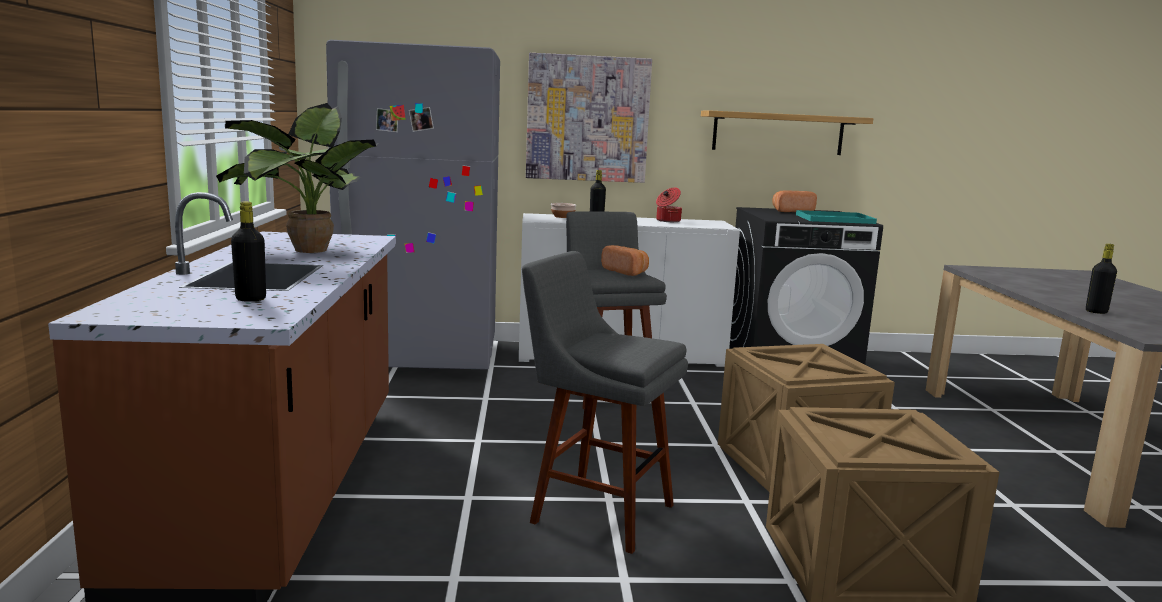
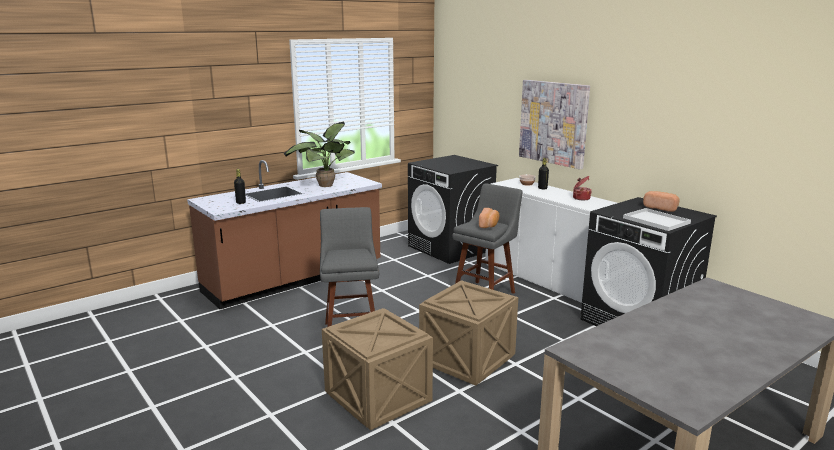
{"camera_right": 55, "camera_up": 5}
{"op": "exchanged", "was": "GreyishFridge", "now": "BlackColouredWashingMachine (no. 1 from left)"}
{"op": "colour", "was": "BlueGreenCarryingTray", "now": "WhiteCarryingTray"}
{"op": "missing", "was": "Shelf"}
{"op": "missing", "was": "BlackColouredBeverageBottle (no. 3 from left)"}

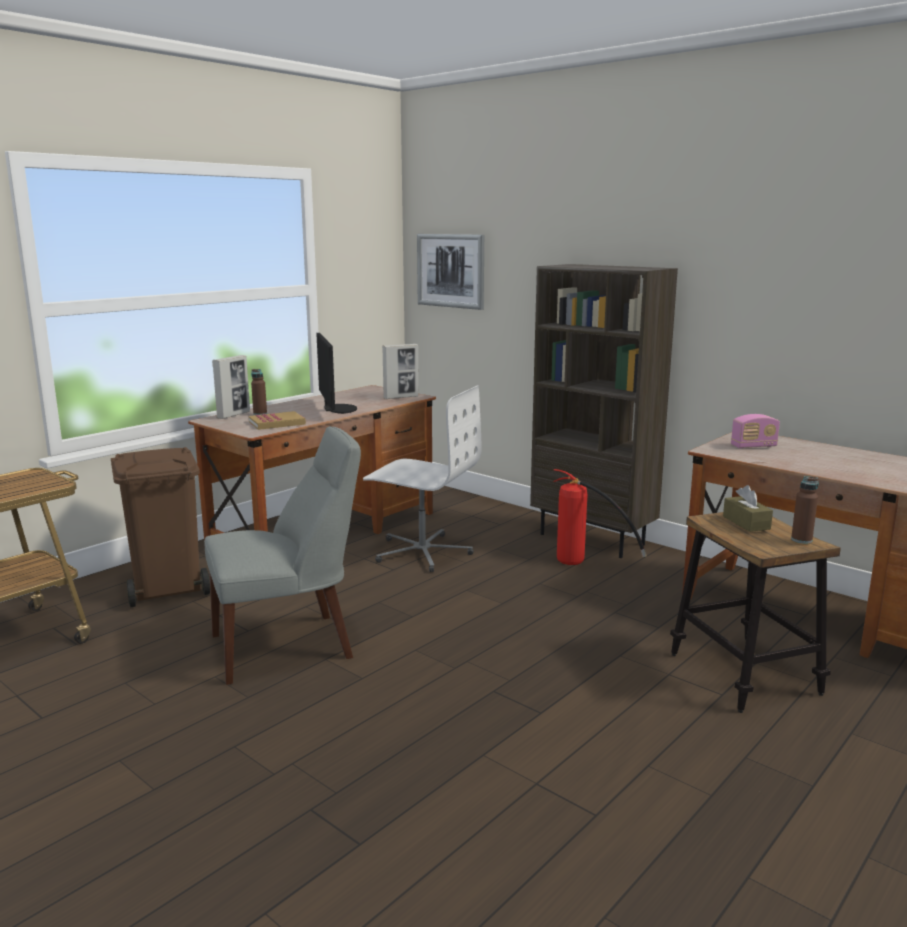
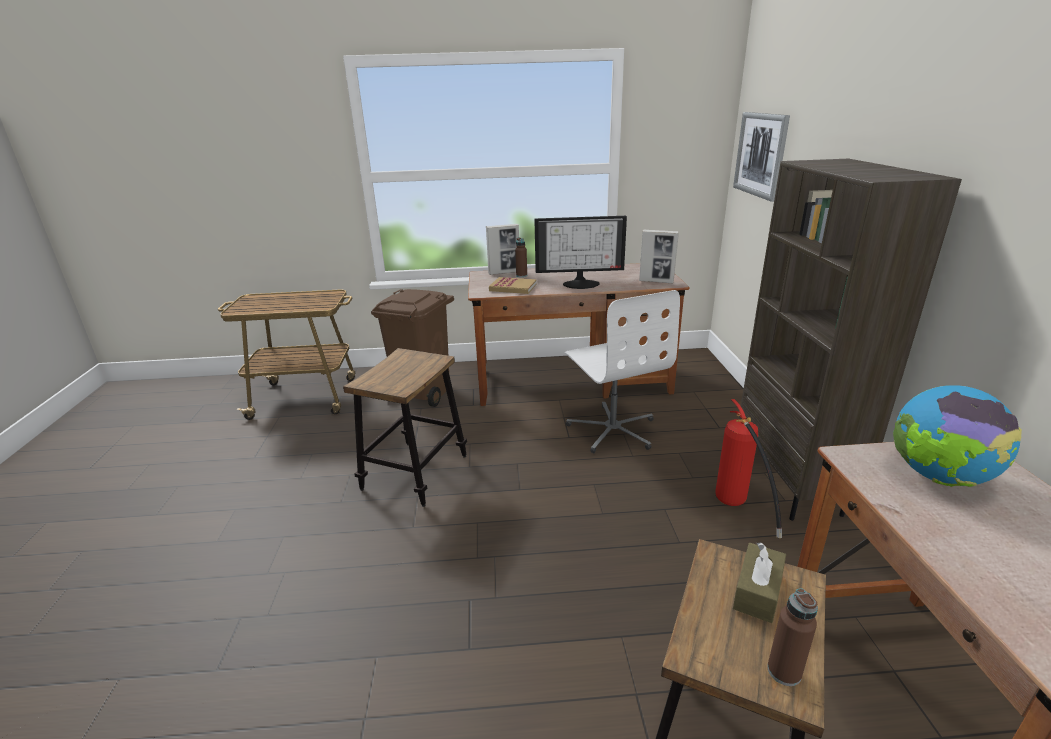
{"camera_right": 45, "camera_up": 10}
{"op": "exchanged", "was": "GreyishUprightChair", "now": "SittingStool (no. 1 from left)"}
{"op": "spun", "was": "ComputerScreen", "clockwise": 60}
{"op": "exchanged", "was": "RadioSet", "now": "WorldGlobe"}

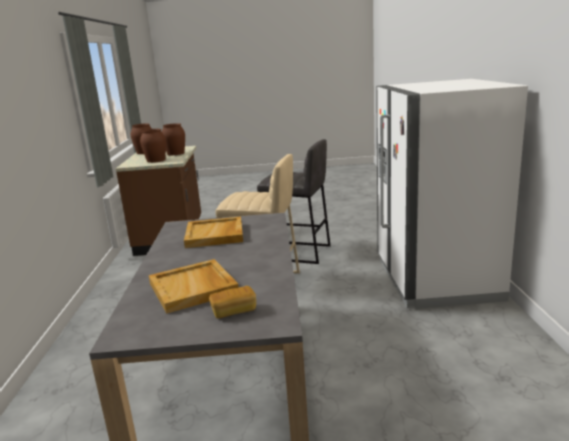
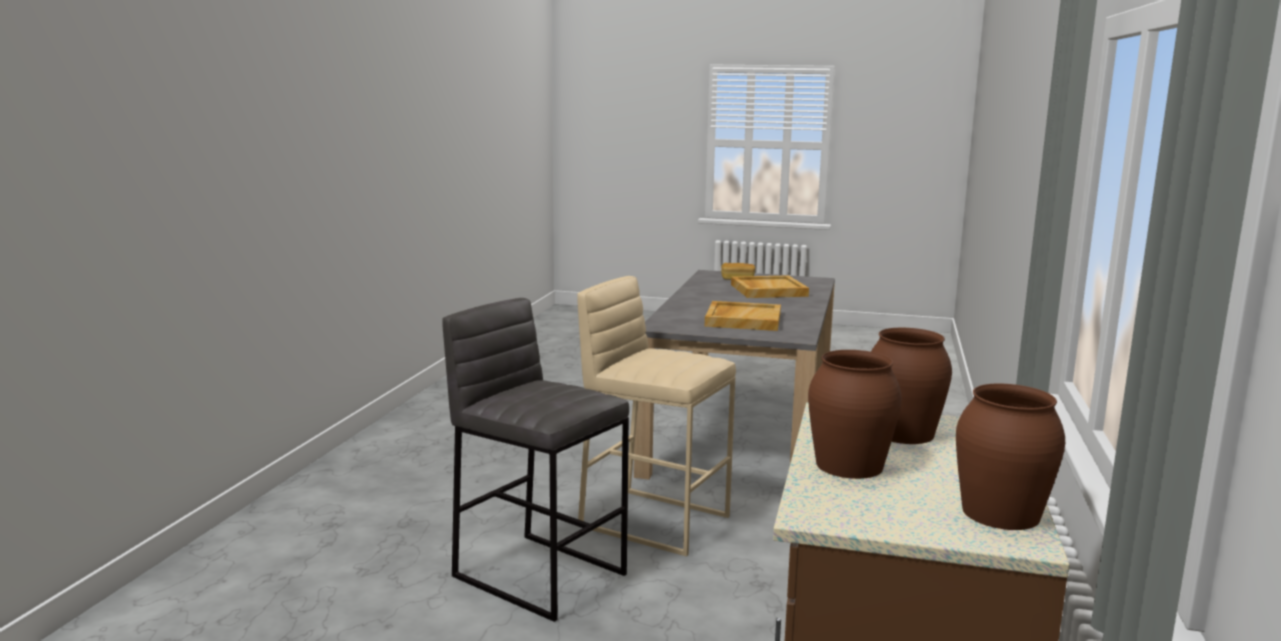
{"camera_right": -165, "camera_up": -5}
{"op": "missing", "was": "WhiteFridge"}

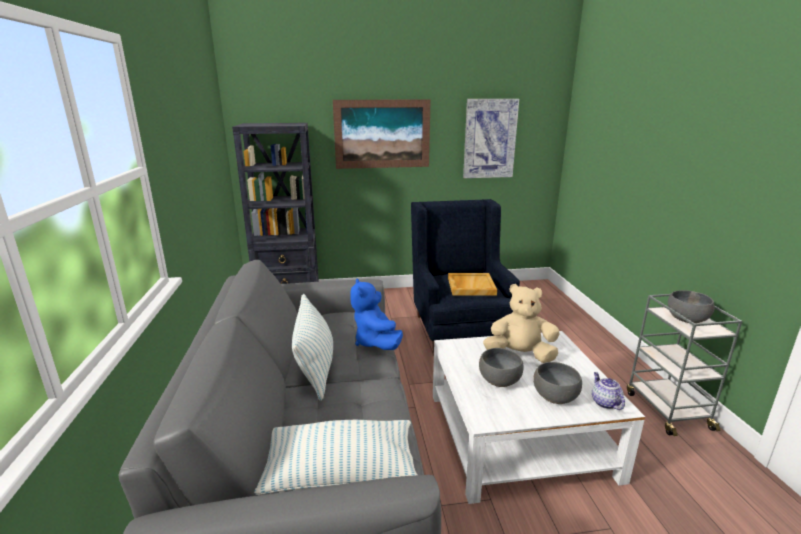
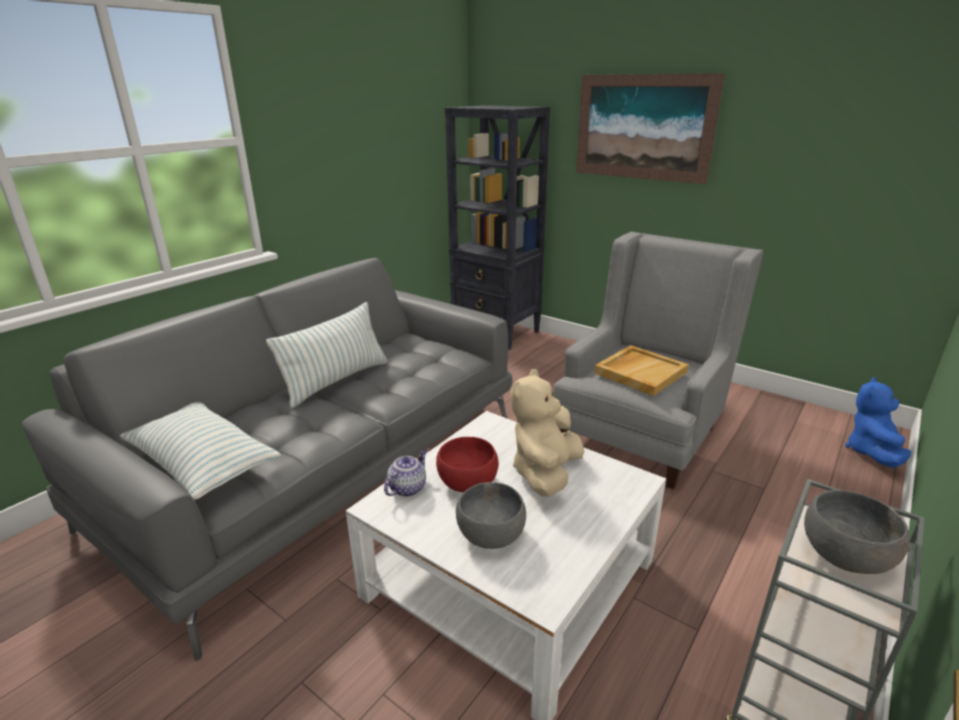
{"camera_right": 45, "camera_up": 5}
{"op": "relocated", "was": "TeaPot"}
{"op": "colour", "was": "GreyishDeepDish (no. 1 from left)", "now": "ReddishDeepDish"}
{"op": "spun", "was": "SandColouredCuddlyToy", "clockwise": -120}
{"op": "colour", "was": "BluishArmchair", "now": "GreyishArmchair"}
{"op": "relocated", "was": "BluishCuddlyToy"}
{"op": "missing", "was": "WallPicture (no. 2 from left)"}

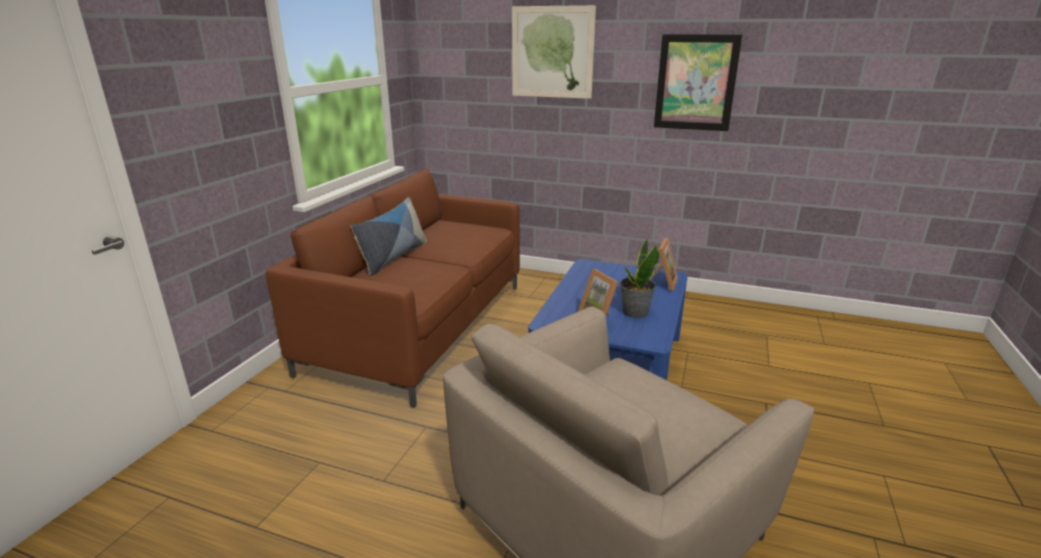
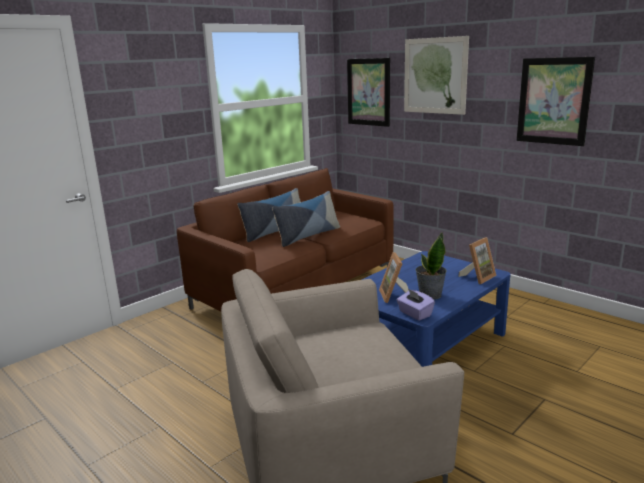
{"camera_right": 25, "camera_up": -5}
{"op": "appeared", "now": "Cushion (no. 2 from left)"}
{"op": "appeared", "now": "WallPicture (no. 1 from left)"}
{"op": "appeared", "now": "PurpleColouredTissueBox"}

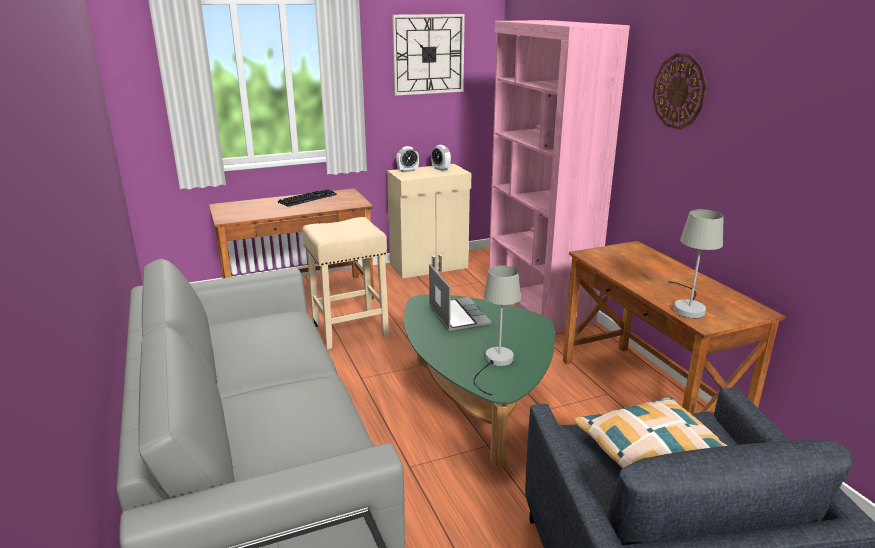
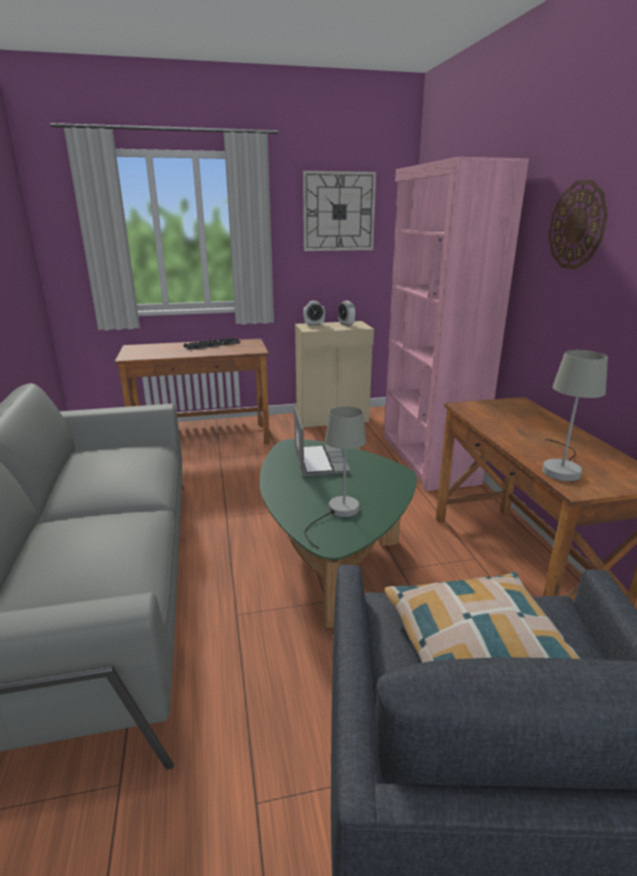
{"camera_right": 10, "camera_up": 0}
{"op": "missing", "was": "SandColouredSittingStool"}

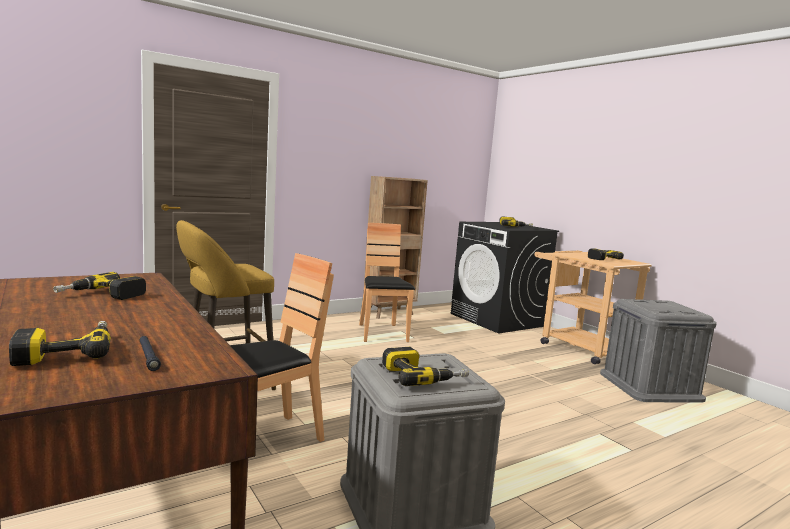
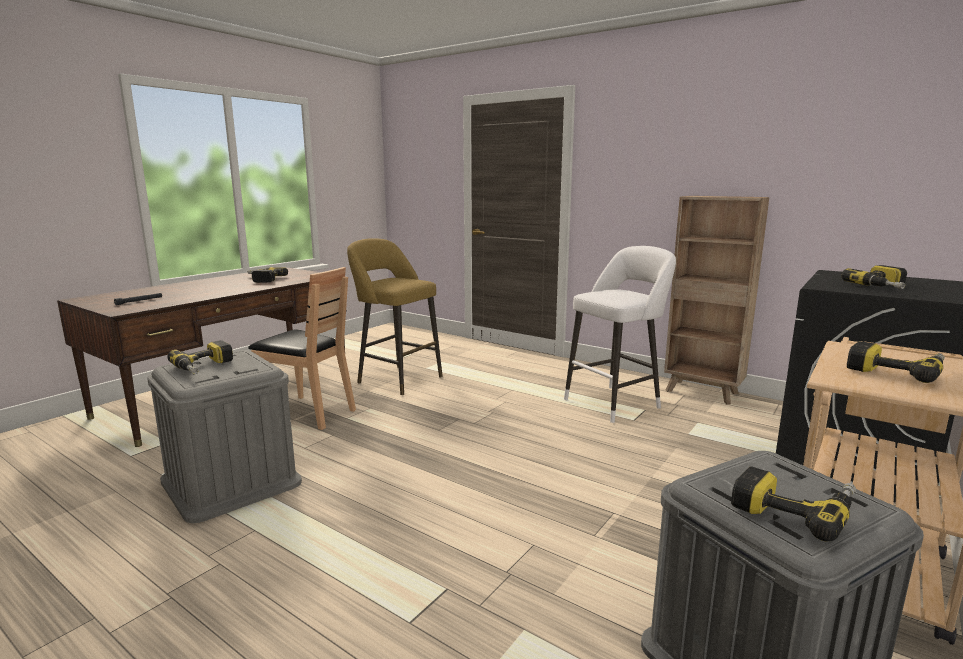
{"camera_right": 70, "camera_up": 5}
{"op": "exchanged", "was": "BrownColouredUprightChair (no. 2 from left)", "now": "WhiteSittingStool"}
{"op": "relocated", "was": "ElectricDrill (no. 1 from left in the first image)", "now": "ElectricDrill (no. 3 from left)"}

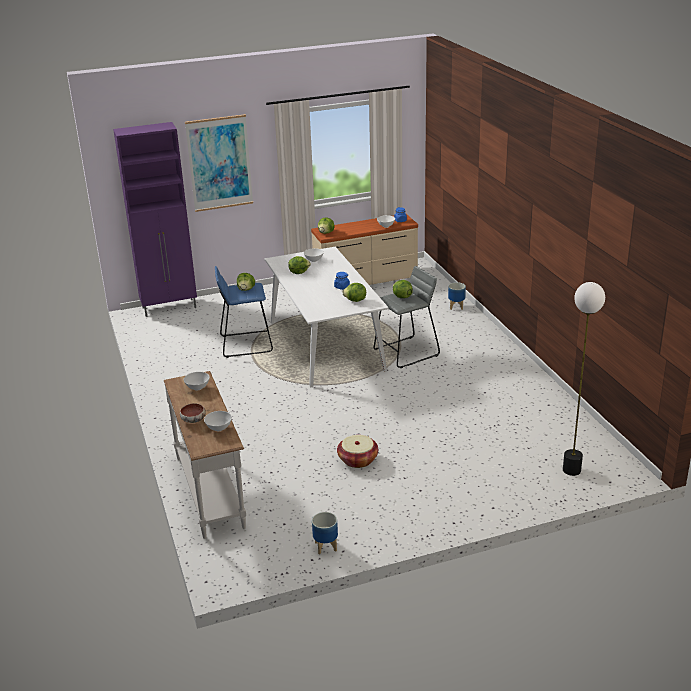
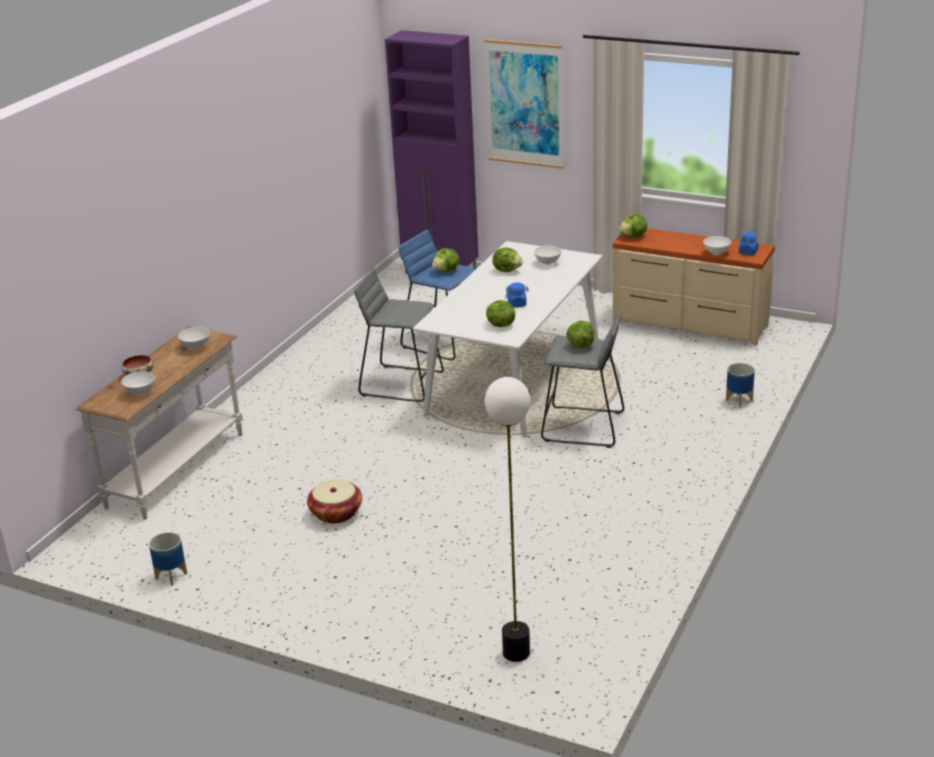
{"camera_right": 45, "camera_up": 0}
{"op": "appeared", "now": "GreyishSittingStool (no. 1 from left)"}

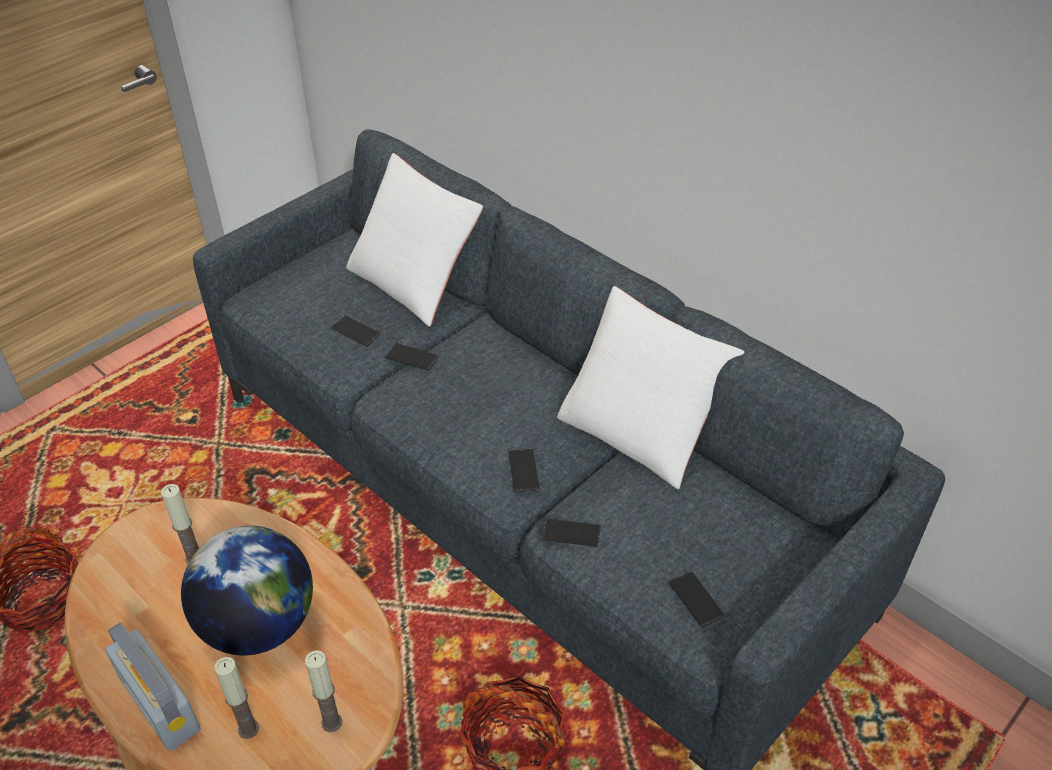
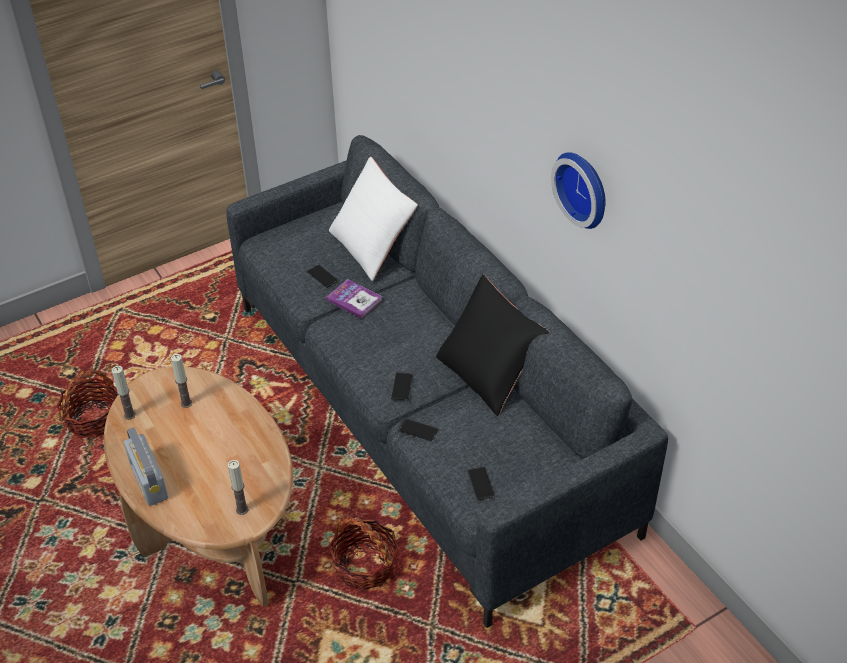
{"camera_right": 15, "camera_up": 0}
{"op": "relocated", "was": "WaxLight (no. 2 from left in the first image)", "now": "WaxLight (no. 1 from left)"}
{"op": "exchanged", "was": "Phone (no. 2 from left)", "now": "Book"}
{"op": "colour", "was": "WhiteCushion (no. 2 from left)", "now": "BlackColouredCushion"}
{"op": "appeared", "now": "WallClock"}
{"op": "missing", "was": "WorldGlobe"}

